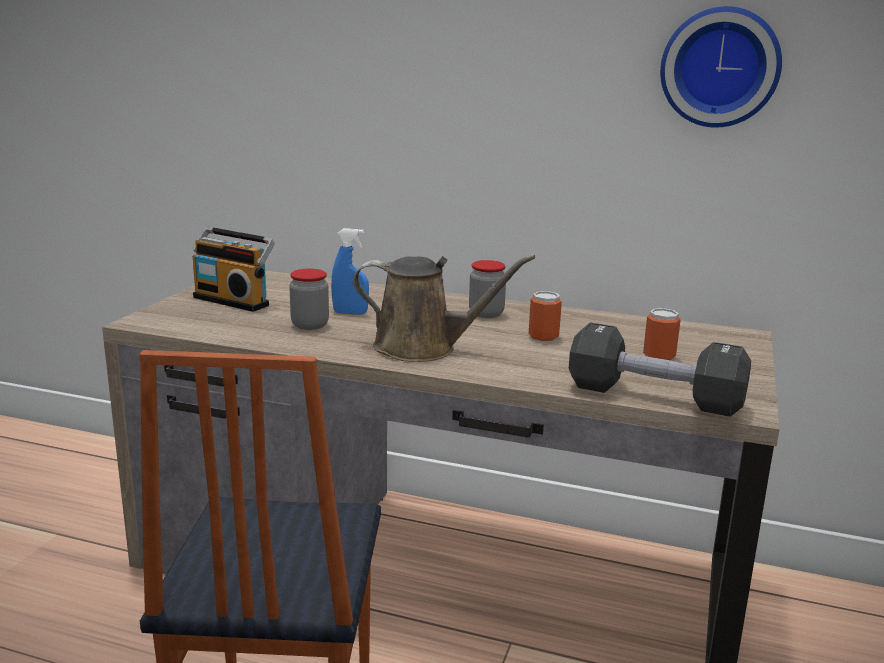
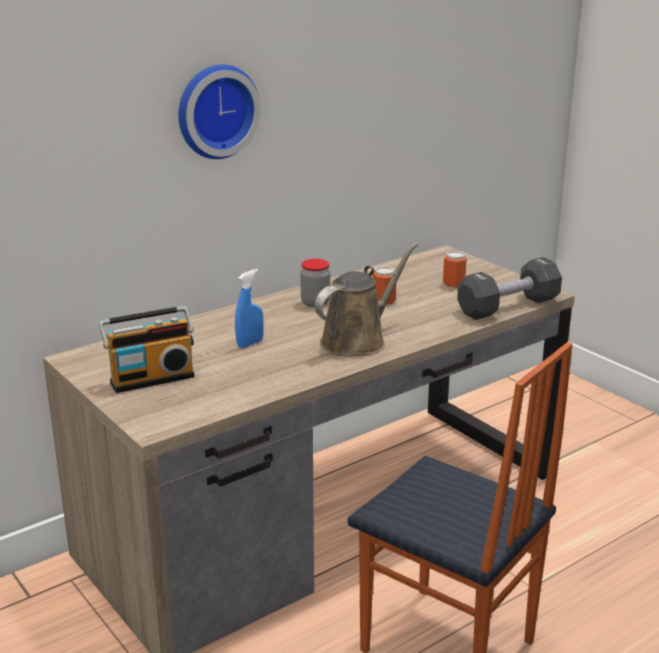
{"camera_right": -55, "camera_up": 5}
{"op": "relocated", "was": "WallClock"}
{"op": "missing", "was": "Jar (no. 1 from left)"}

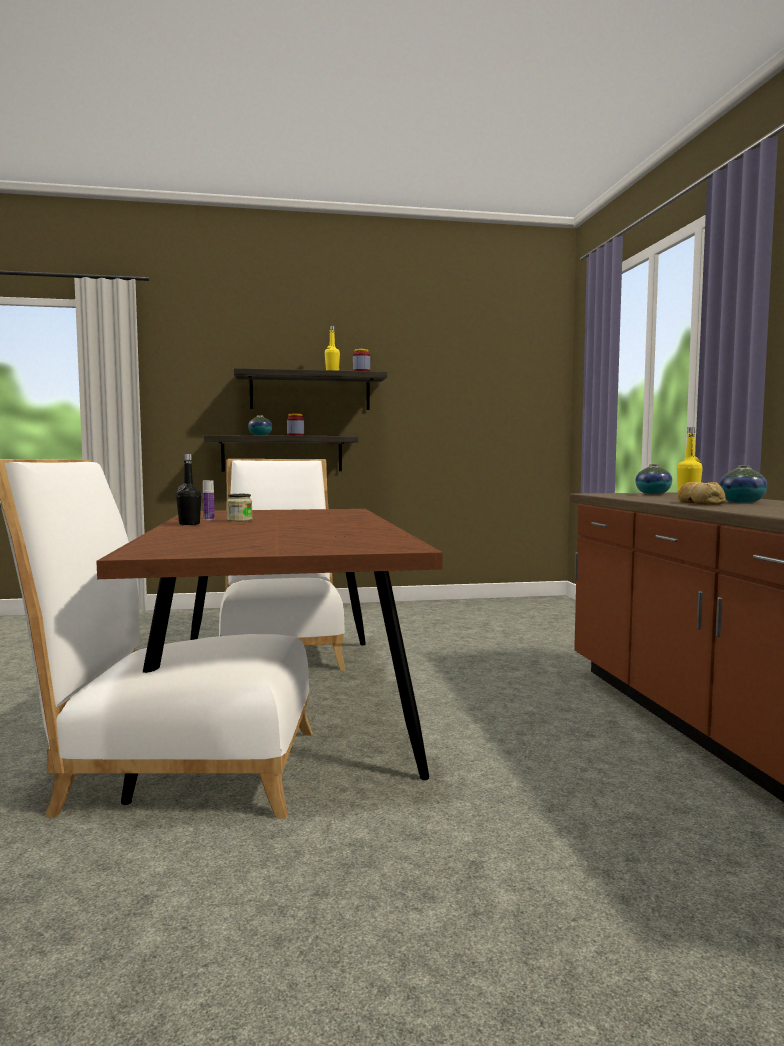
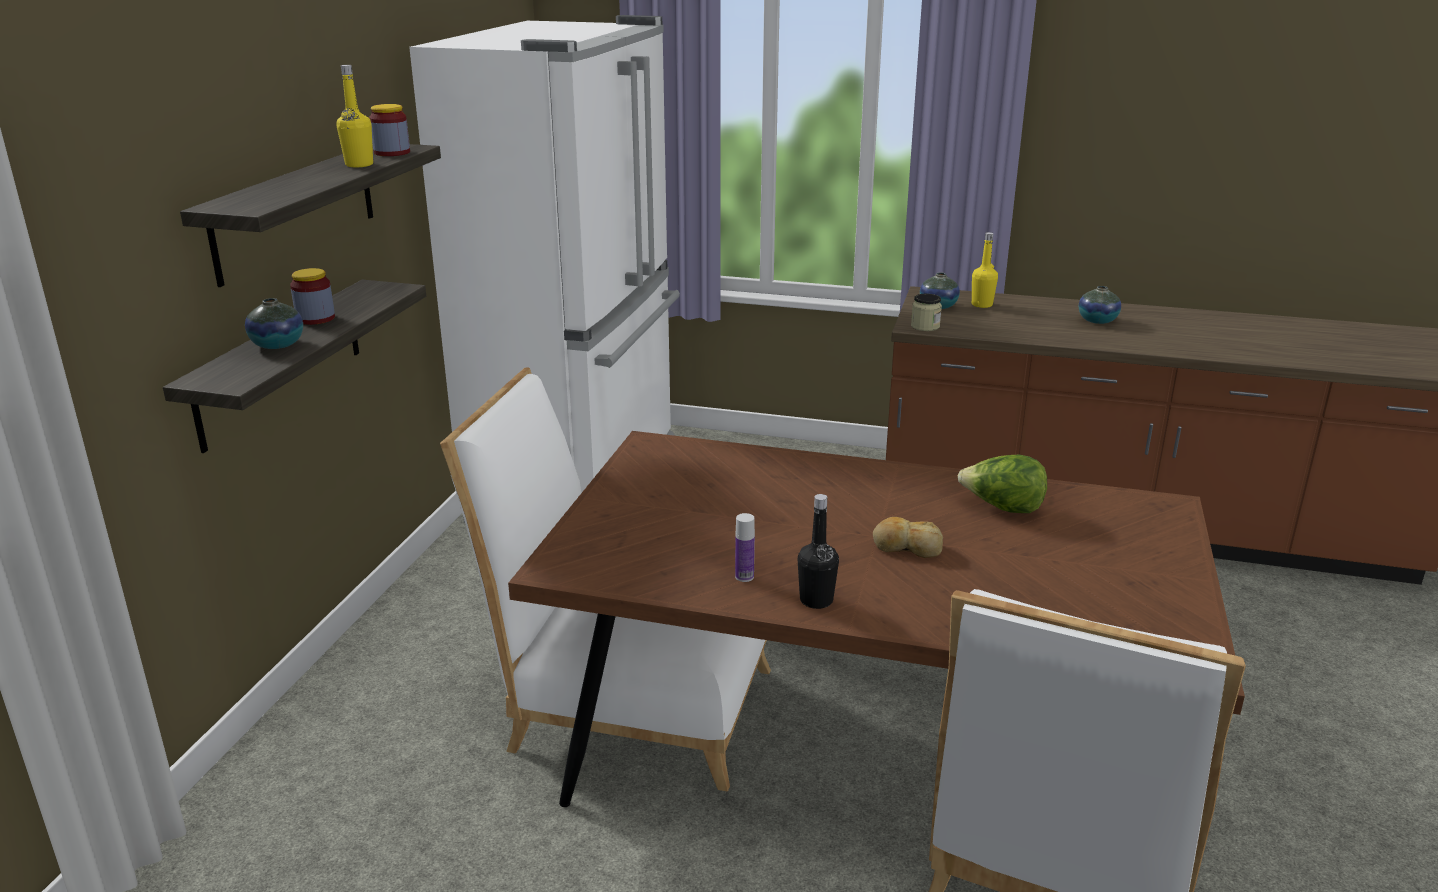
{"camera_right": -65, "camera_up": 20}
{"op": "appeared", "now": "WhiteFridge"}
{"op": "relocated", "was": "BakedBread"}
{"op": "relocated", "was": "Jar (no. 1 from left in the first image)", "now": "Jar (no. 3 from left)"}
{"op": "appeared", "now": "Lettuce"}

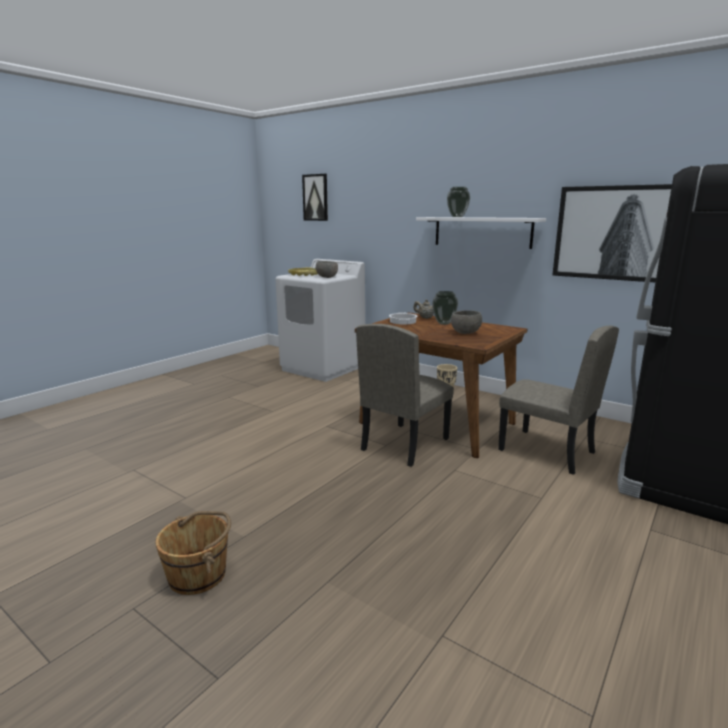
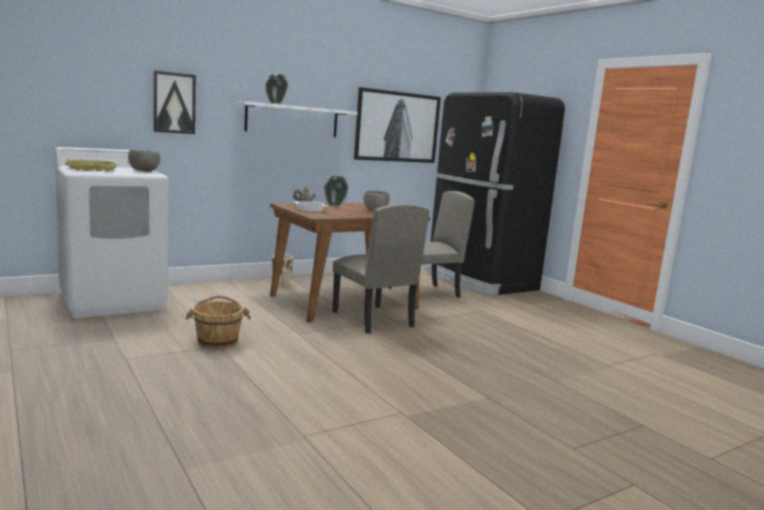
{"camera_right": -70, "camera_up": -5}
{"op": "relocated", "was": "WallPicture (no. 1 from left)"}
{"op": "relocated", "was": "BrownColouredPail"}

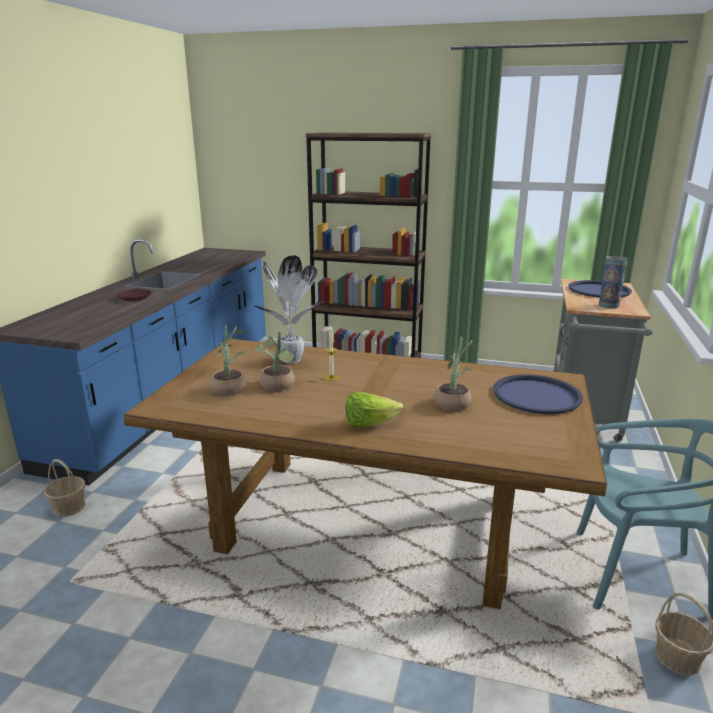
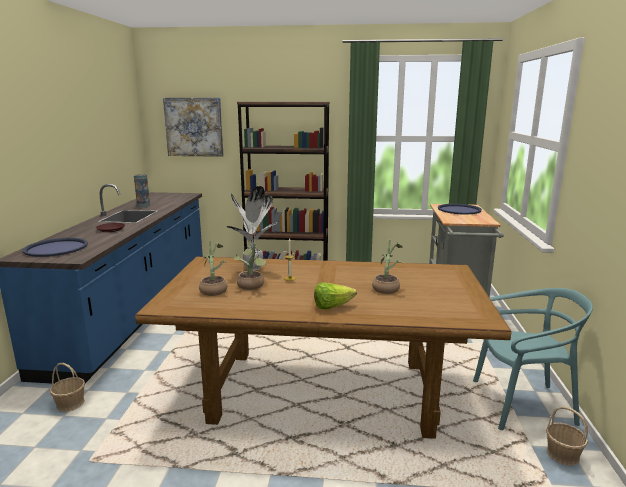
{"camera_right": -10, "camera_up": -5}
{"op": "relocated", "was": "BluishCarryingTray (no. 1 from left)"}
{"op": "relocated", "was": "DecorativeVase"}
{"op": "appeared", "now": "WallPicture"}

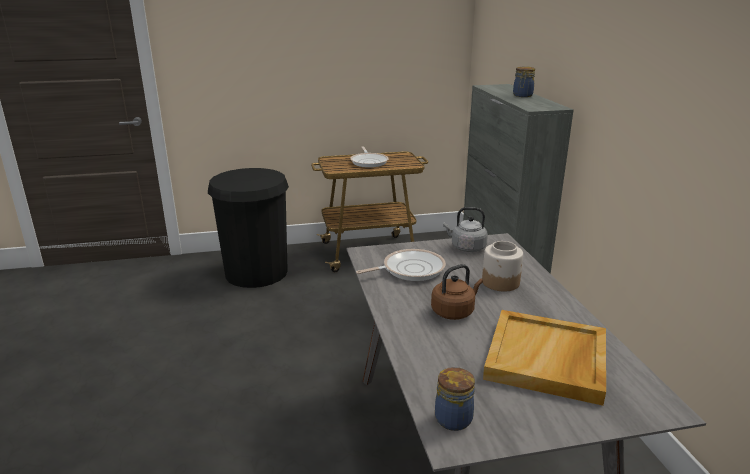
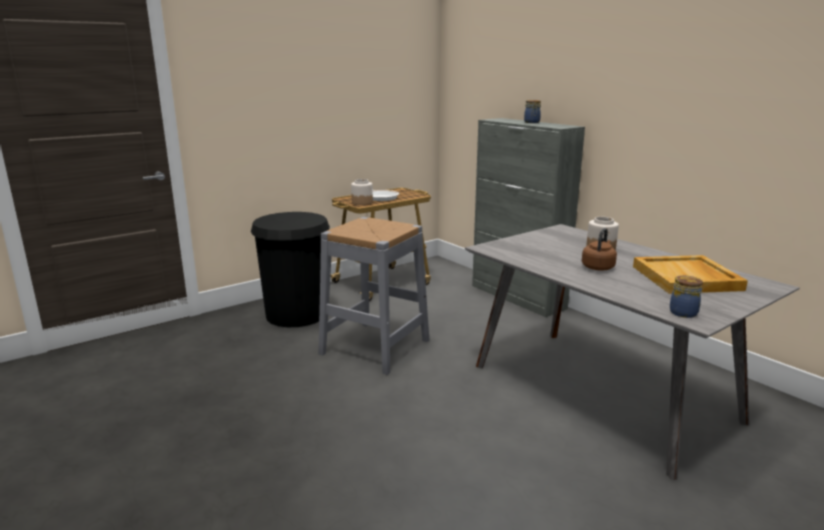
{"camera_right": -25, "camera_up": -5}
{"op": "appeared", "now": "GreyishSittingStool"}
{"op": "appeared", "now": "Jar (no. 1 from left)"}
{"op": "missing", "was": "Skillet (no. 2 from left)"}
{"op": "missing", "was": "GreyishTeaKettle"}

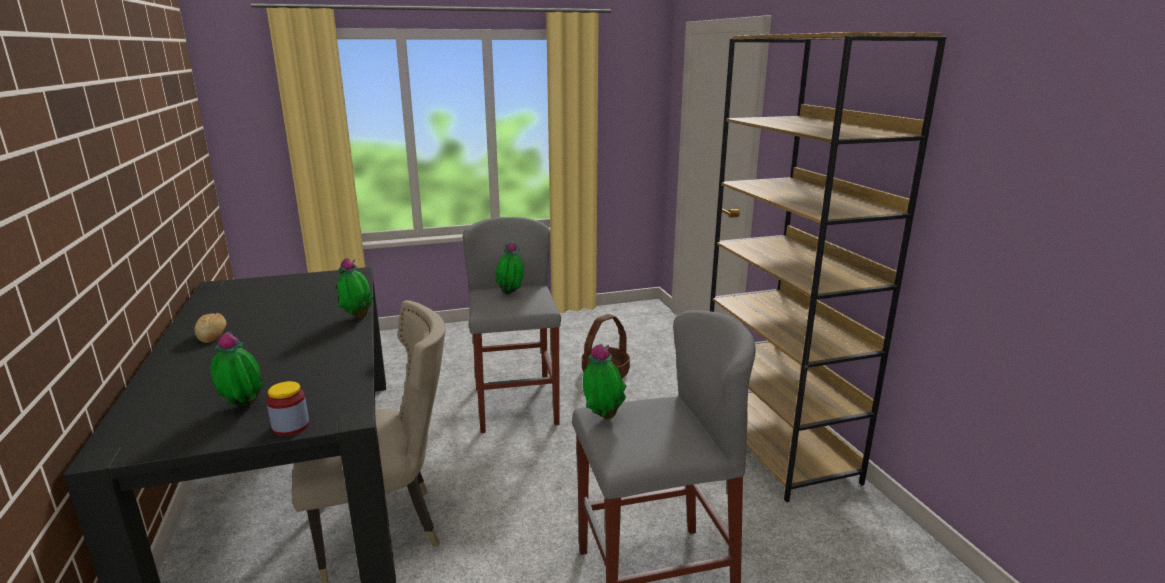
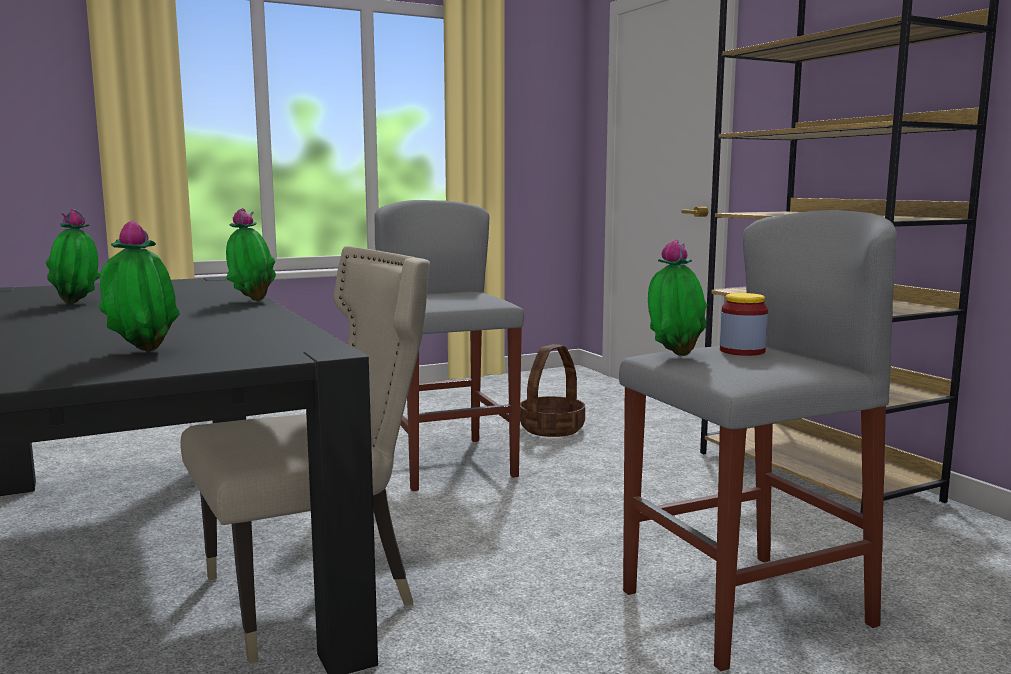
{"camera_right": -10, "camera_up": -10}
{"op": "relocated", "was": "Houseplant (no. 3 from left in the first image)", "now": "Houseplant (no. 1 from left)"}
{"op": "relocated", "was": "Jar"}
{"op": "missing", "was": "BakedBread"}

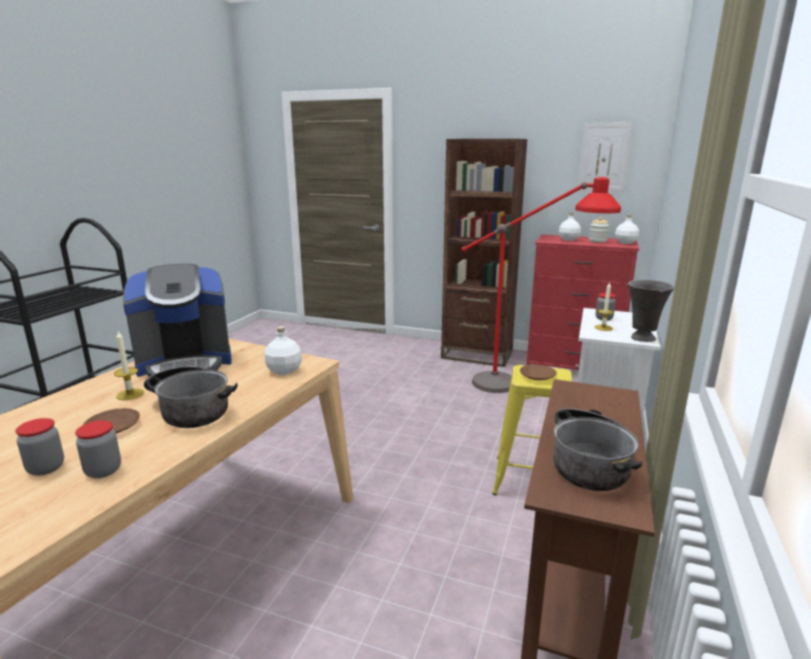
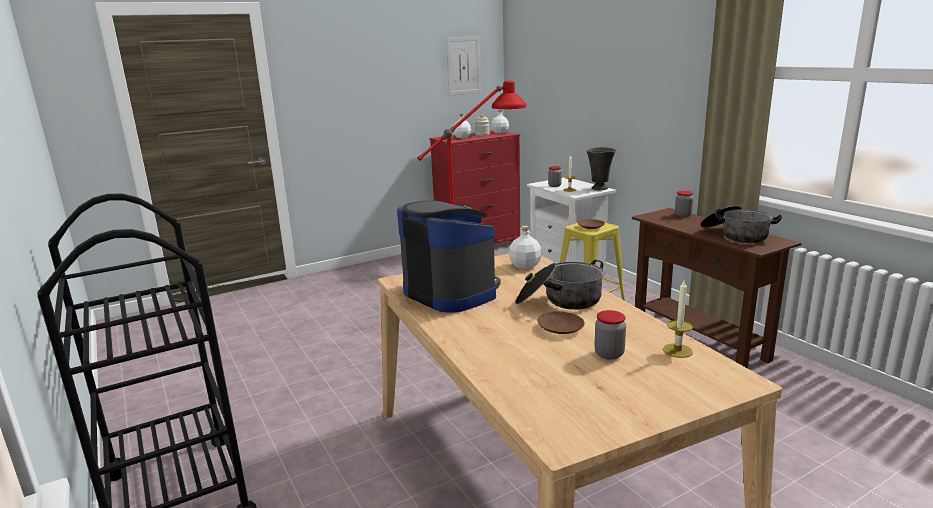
{"camera_right": -50, "camera_up": 0}
{"op": "spun", "was": "CoffeeMaker", "clockwise": -60}
{"op": "relocated", "was": "WaxLight (no. 1 from left in the first image)", "now": "WaxLight (no. 2 from left)"}
{"op": "relocated", "was": "Jar (no. 2 from left in the first image)", "now": "Jar (no. 4 from left)"}
{"op": "missing", "was": "BrownColouredBookshelf"}

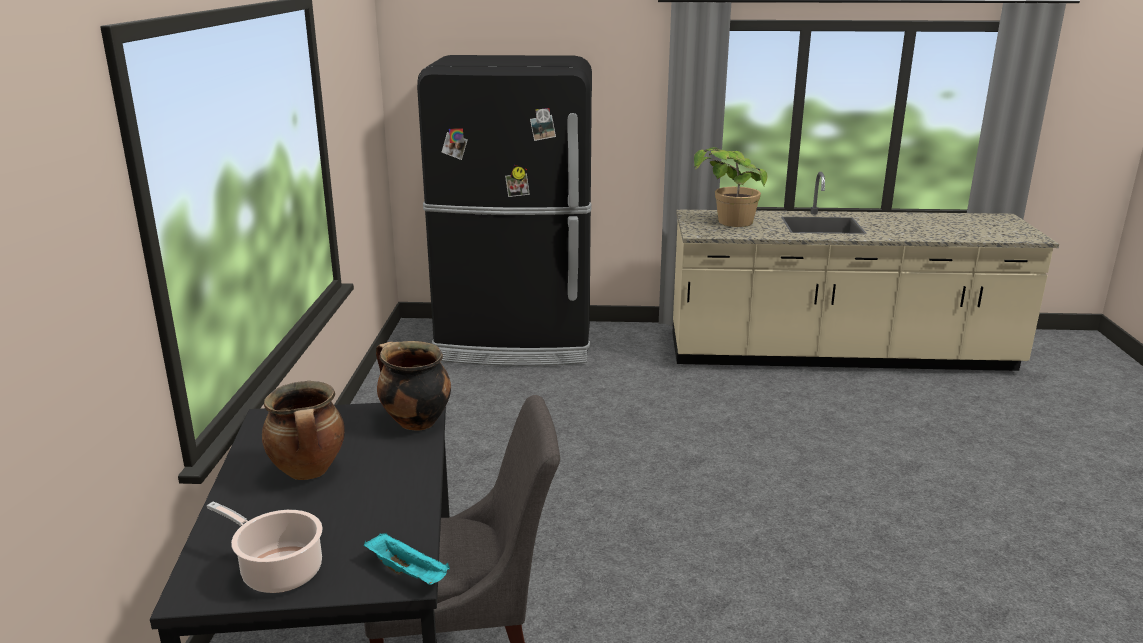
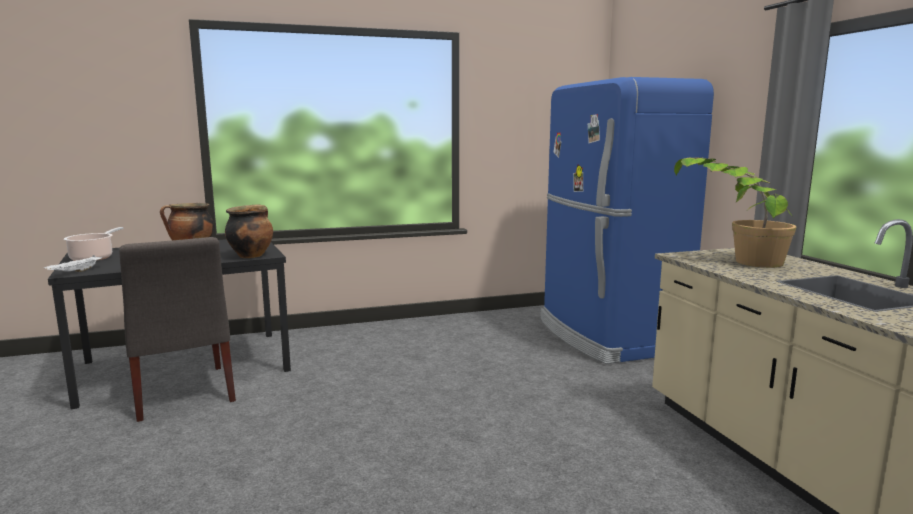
{"camera_right": 70, "camera_up": -10}
{"op": "colour", "was": "BlueGreenCarryingTray", "now": "WhiteCarryingTray"}
{"op": "colour", "was": "BlackColouredFridge", "now": "BluishFridge"}

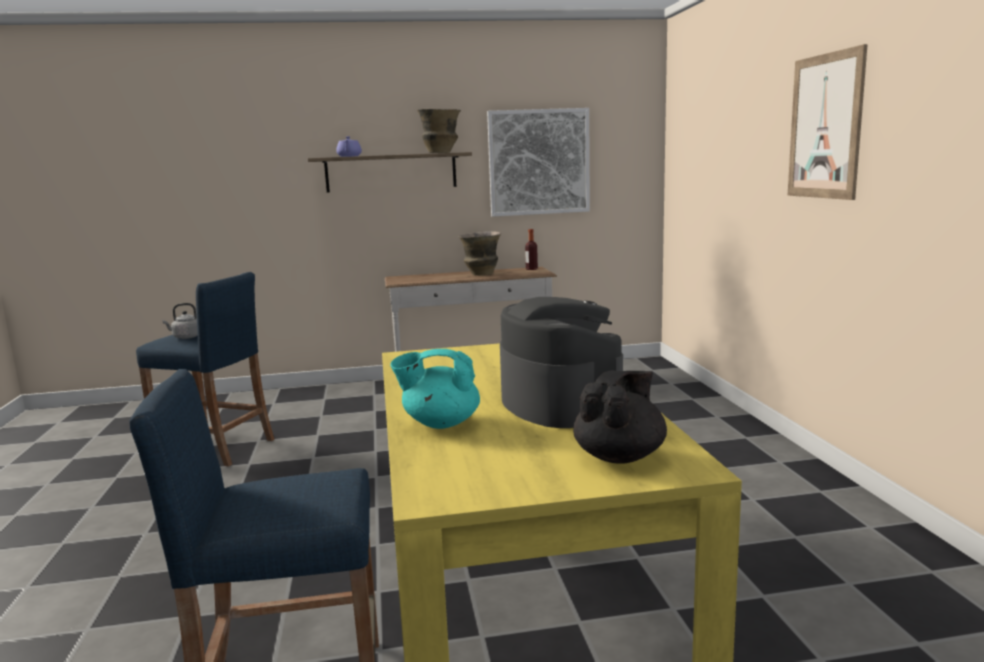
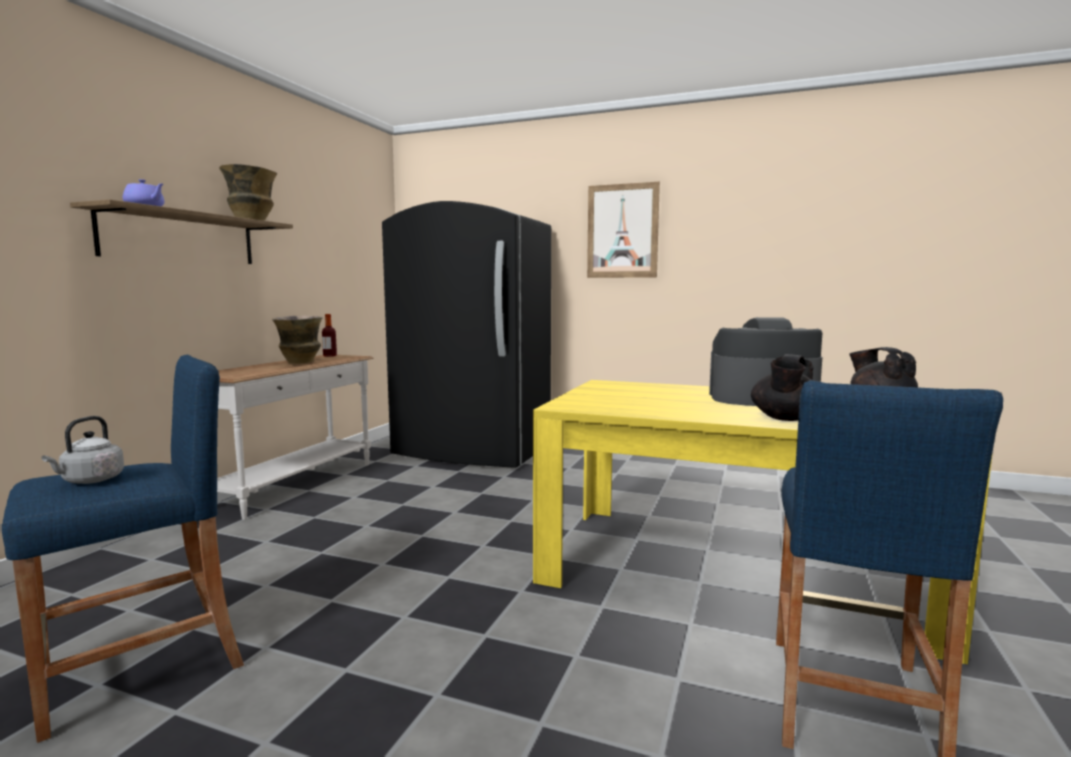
{"camera_right": -60, "camera_up": -5}
{"op": "appeared", "now": "BlackColouredFridge"}
{"op": "colour", "was": "BlueGreenTeaPot", "now": "BlackColouredTeaPot (no. 1 from left)"}
{"op": "missing", "was": "WallPicture (no. 1 from left)"}

